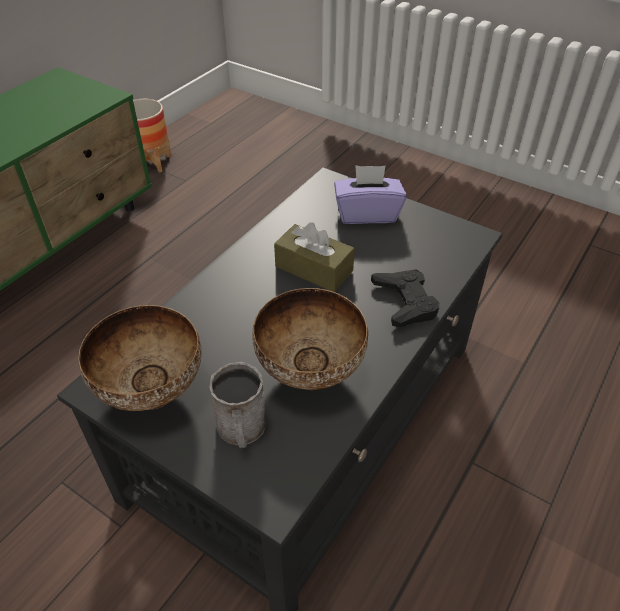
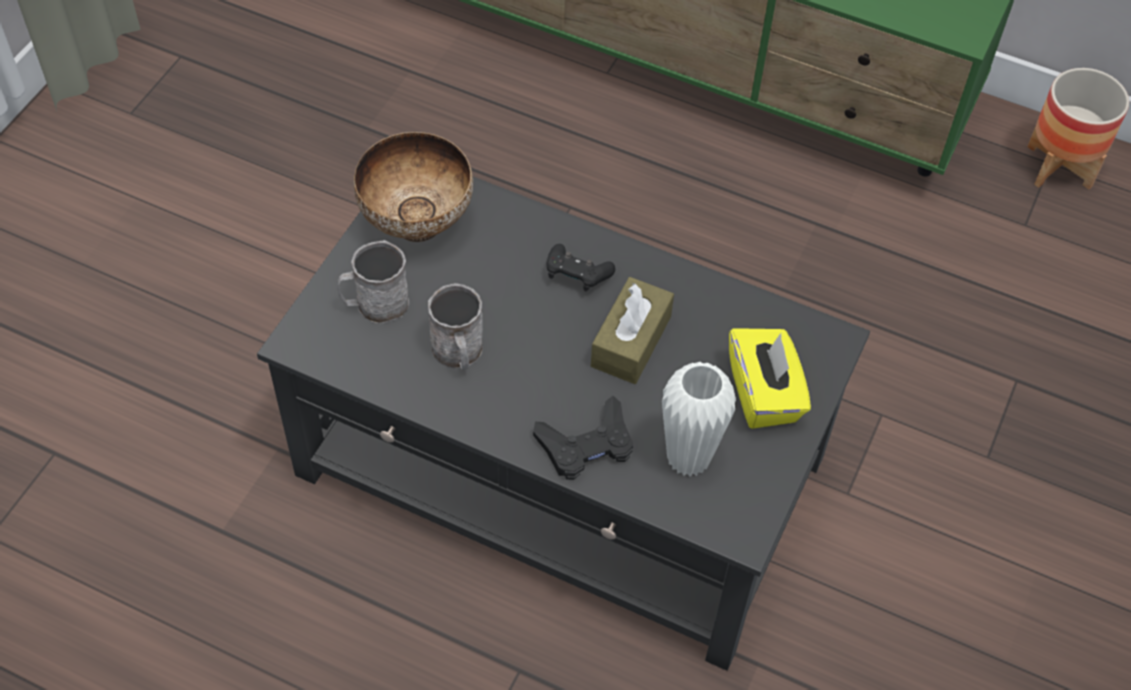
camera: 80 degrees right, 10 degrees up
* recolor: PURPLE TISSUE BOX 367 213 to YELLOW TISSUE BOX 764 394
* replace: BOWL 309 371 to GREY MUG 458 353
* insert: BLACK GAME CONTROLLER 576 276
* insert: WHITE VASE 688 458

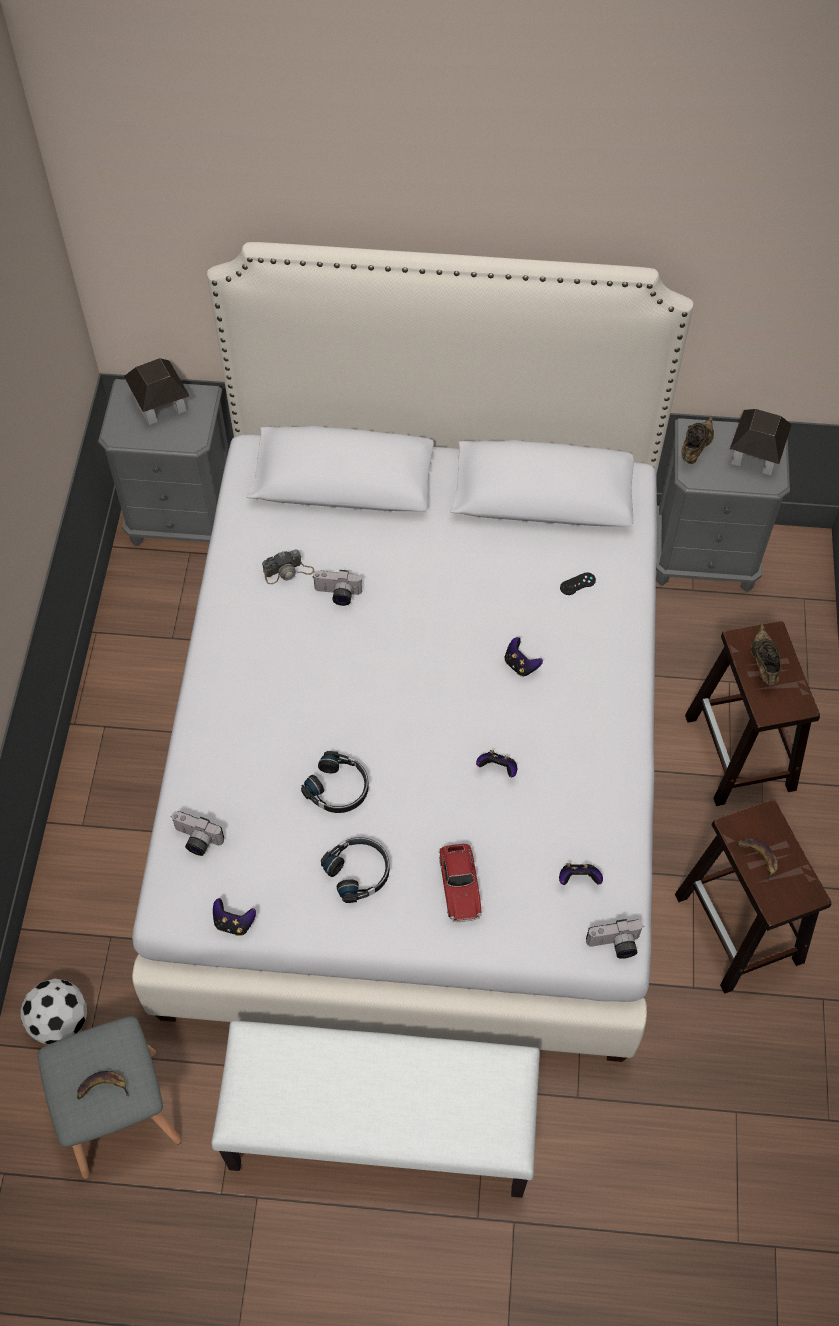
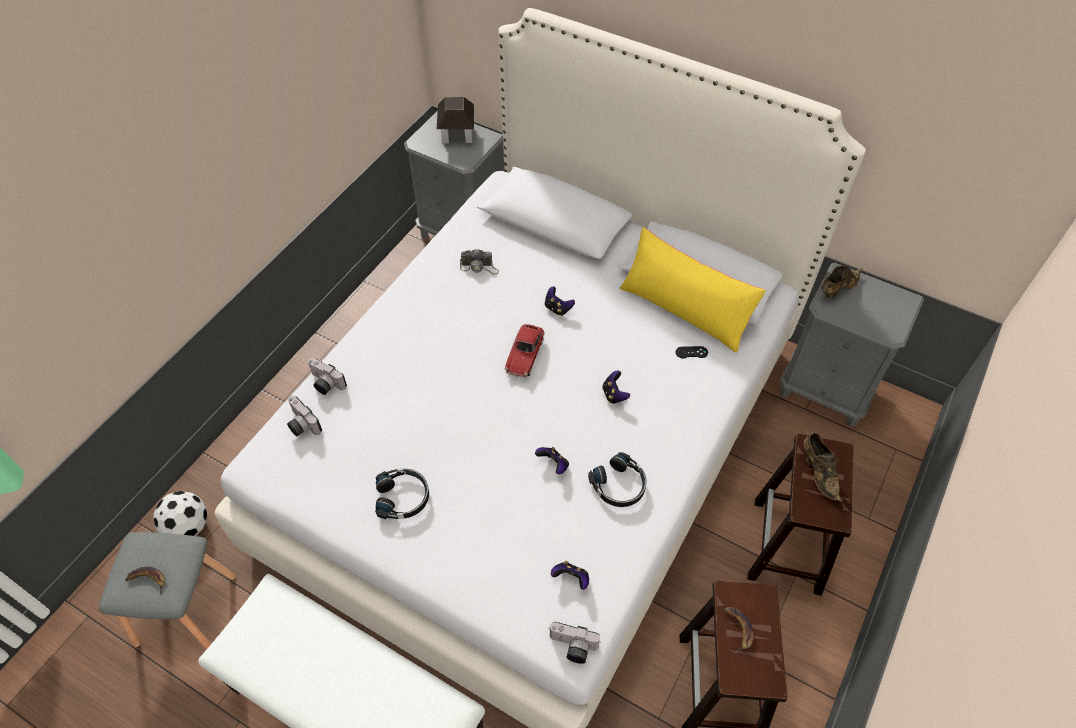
camera: 25 degrees right, 5 degrees down
* delete: TOY HOUSE 755 455
* move: PHOTO CAMERA 337 595 to 325 384
* rotate: BROWN SHOE 763 665 = 818 472 135 degrees clockwise
* move: BLACK HEADPHONES 338 788 to 619 486
* move: TOY CAR 460 886 to 524 355
* move: GAME CONTROLLER 234 923 to 557 308
* insert: YELLOW PILLOW 684 309

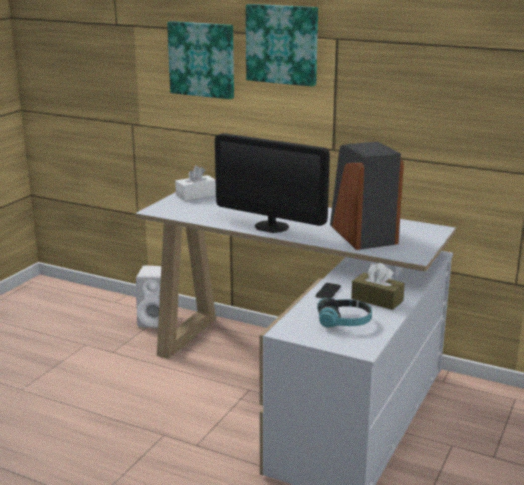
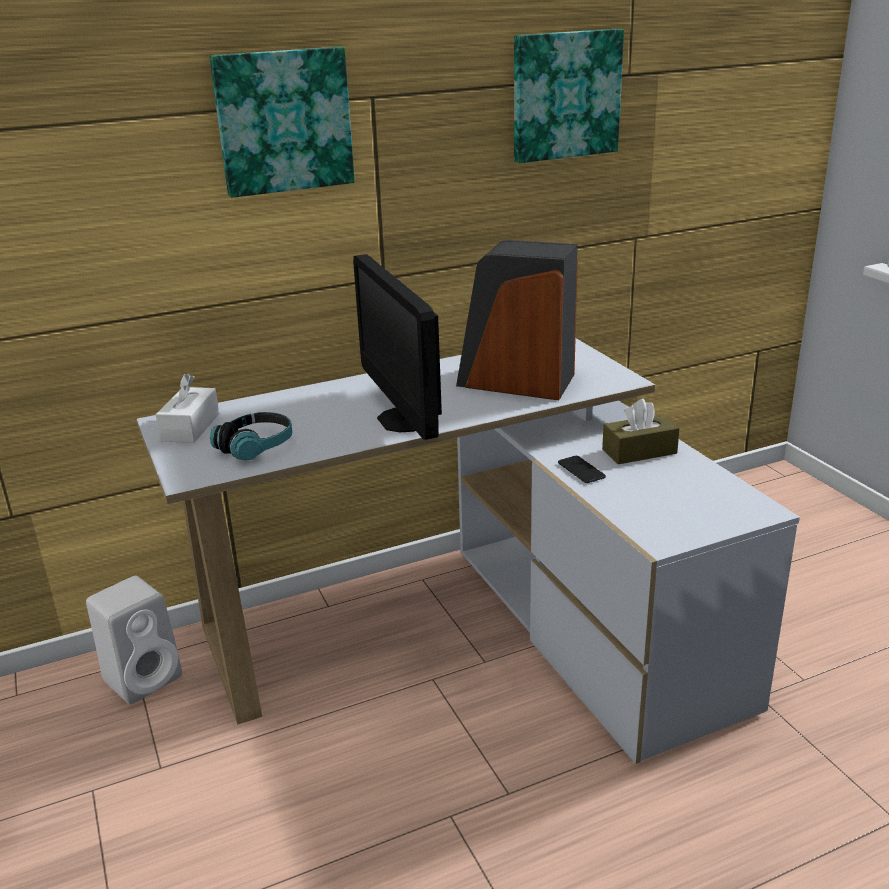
camera: 50 degrees left, 5 degrees up
* move: PICTURE 202 59 to 564 95
* rotate: MONITOR 271 226 = 404 420 90 degrees clockwise
* move: HEADPHONES 344 322 to 256 447

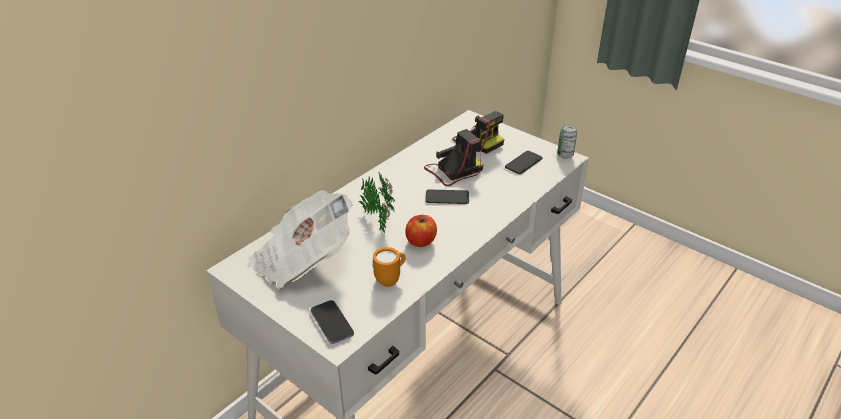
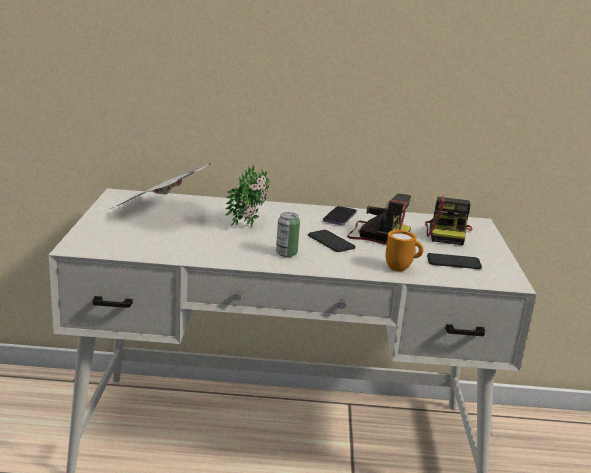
camera: 50 degrees right, 15 degrees down
* move: CAN 565 155 to 286 253
* delete: APPLE 420 241
* move: ORANGE MUG 390 279 to 402 269
* move: PHONE 332 323 to 339 217

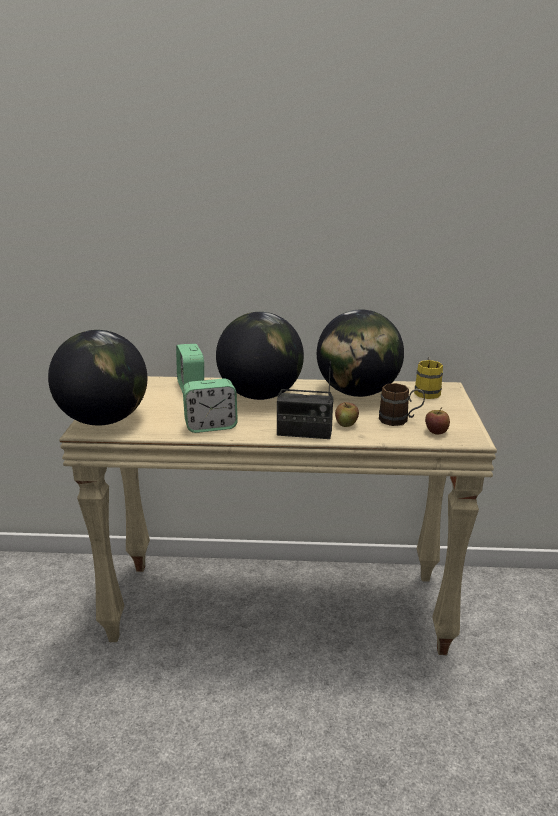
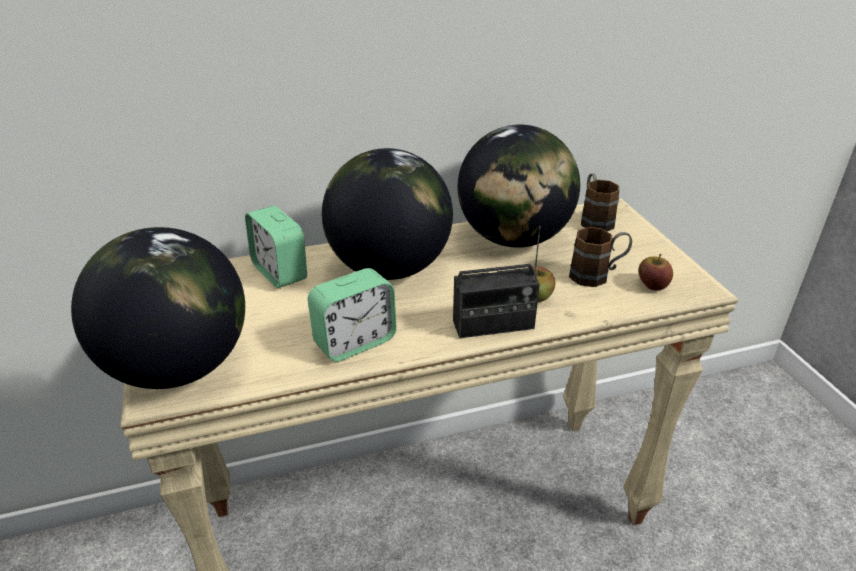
camera: 20 degrees left, 10 degrees up
* recolor: YELLOW MUG 427 391 to BROWN MUG 594 219

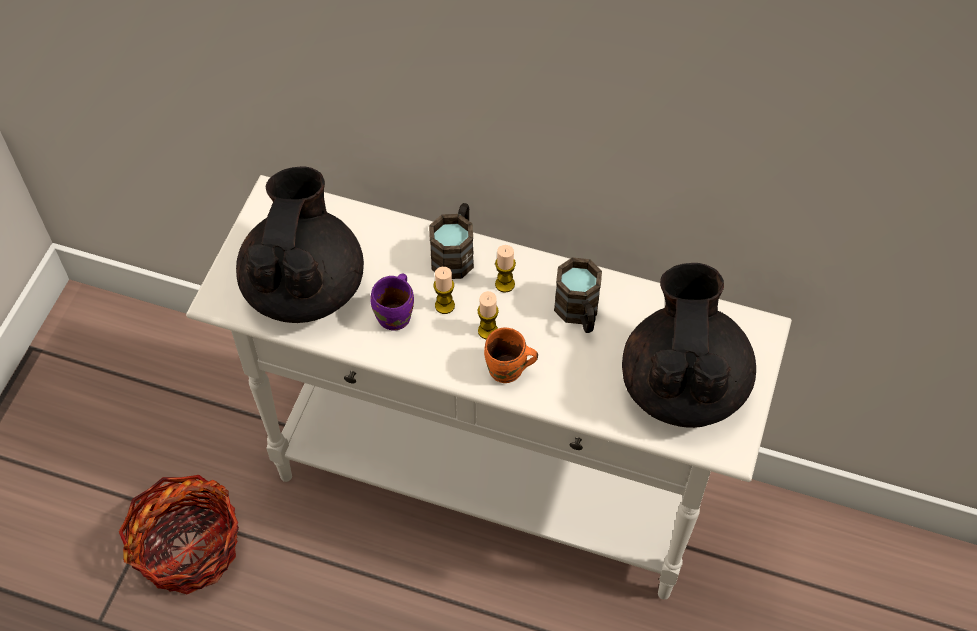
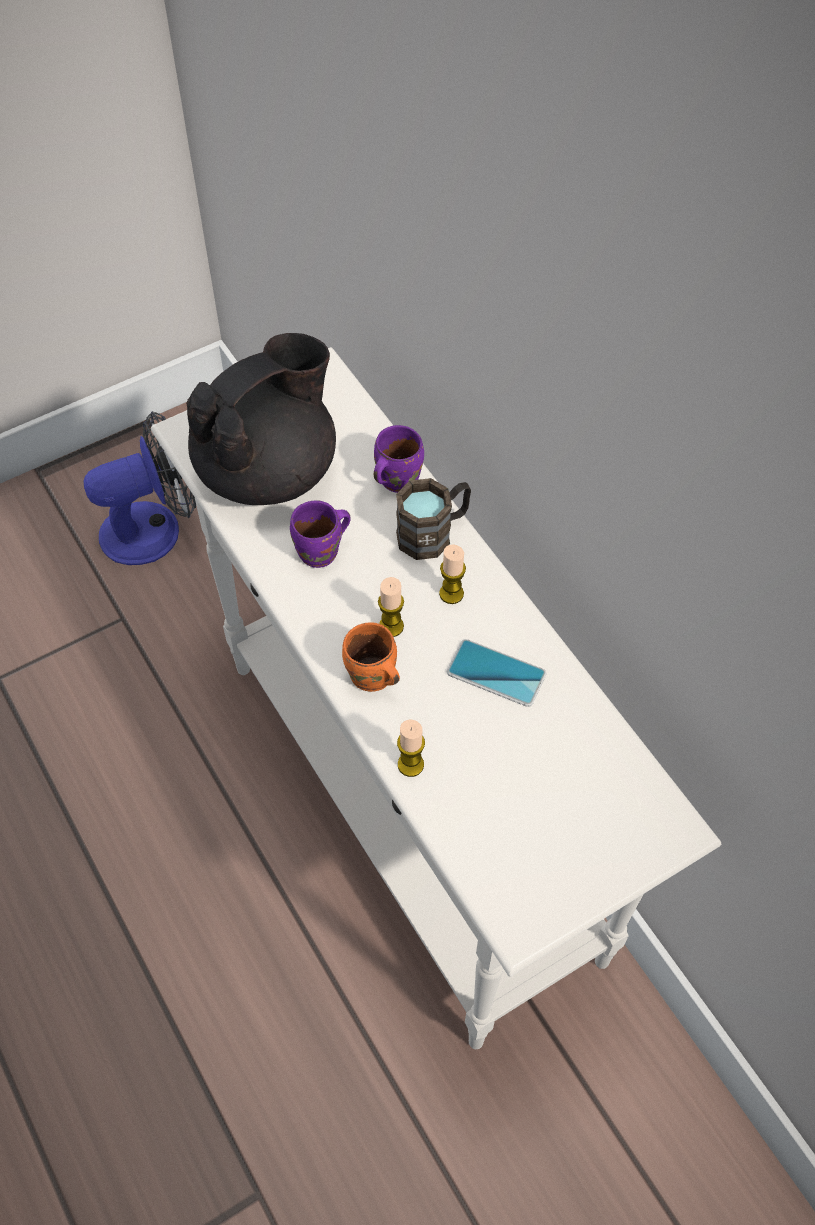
camera: 40 degrees right, 0 degrees up
* replace: BROWN MUG 579 313 to PHONE 496 673
* delete: BLACK TEAPOT 683 384
* move: CANDLE 444 305 to 410 764
* delete: BASKET 188 547
* insert: FAN 154 528
* insert: PURPLE MUG 395 479

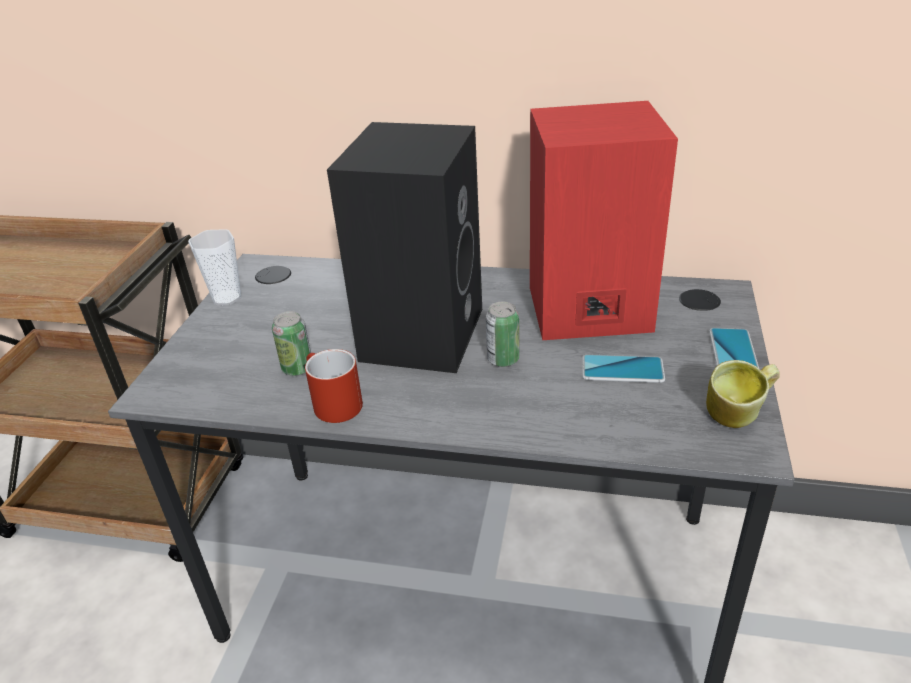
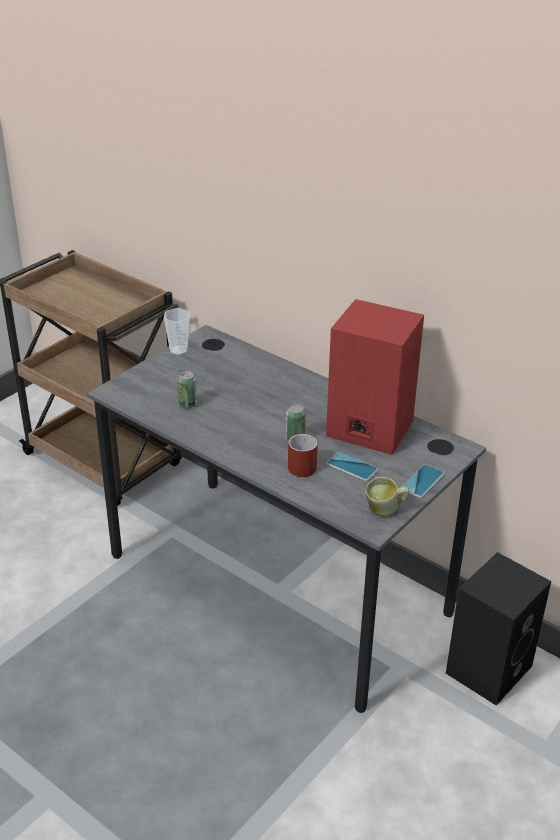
camera: 25 degrees right, 0 degrees up
* move: BLACK SPEAKER 420 332 to 488 667
* move: RED MUG 331 403 to 299 464

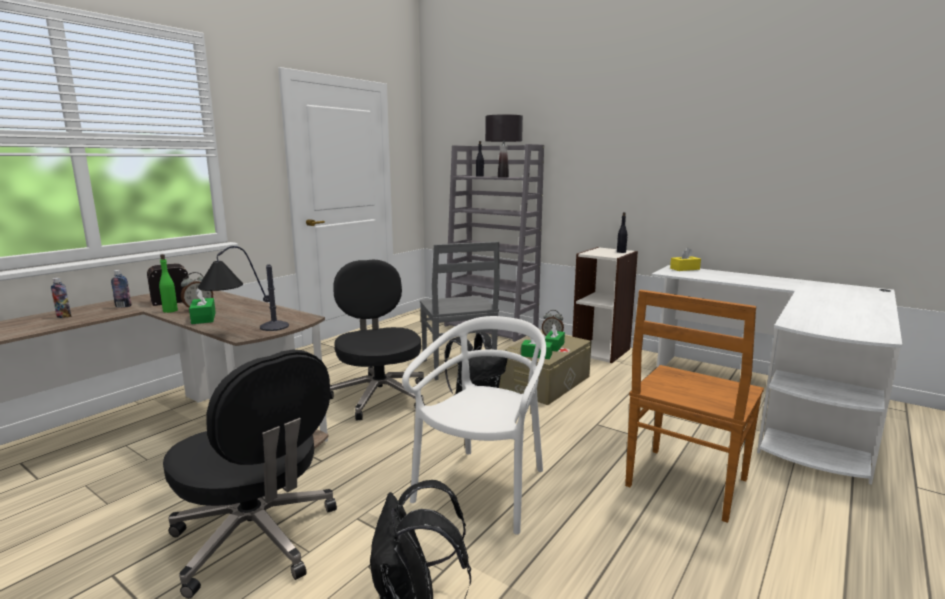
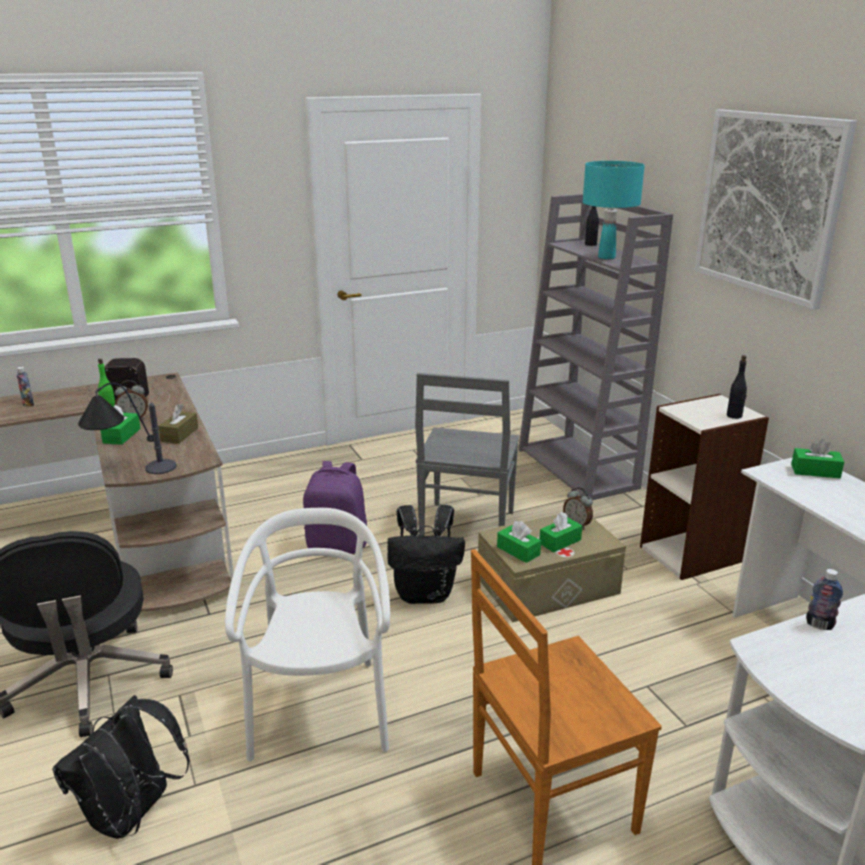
camera: 30 degrees right, 10 degrees up
* recolor: BLACK TABLE LAMP 503 177 to TURQUOISE TABLE LAMP 606 257
* recolor: YELLOW TISSUE BOX 684 269 to GREEN TISSUE BOX 815 471
* replace: BLACK OFFICE CHAIR 379 396 to PURPLE BACKPACK 337 544
* move: BOTTLE 123 306 to 819 625
* rotate: WHITE CHAIR 483 488 = 320 710 60 degrees counterclockwise
* insert: PICTURE 768 204
* insert: BROWN TISSUE BOX 179 434

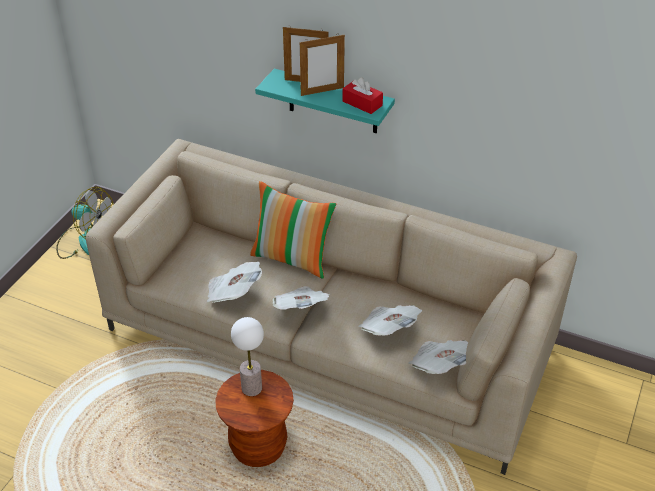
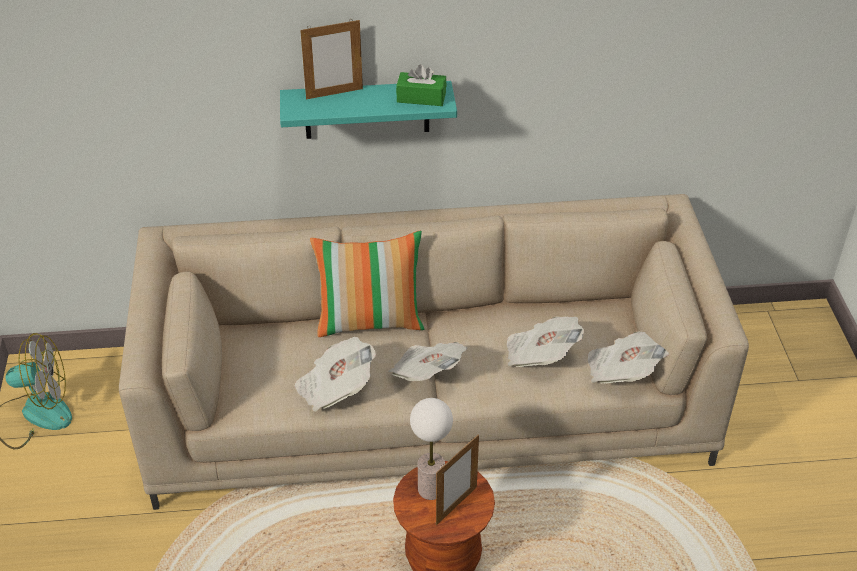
camera: 30 degrees left, 0 degrees up
* move: PICTURE FRAME 322 91 to 456 505
* recolor: RED TISSUE BOX 362 103 to GREEN TISSUE BOX 421 97

